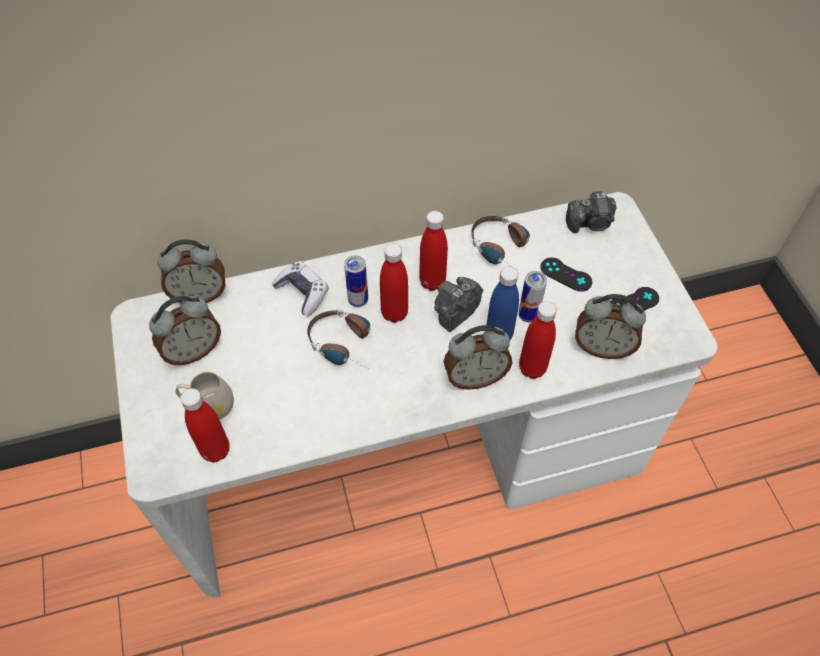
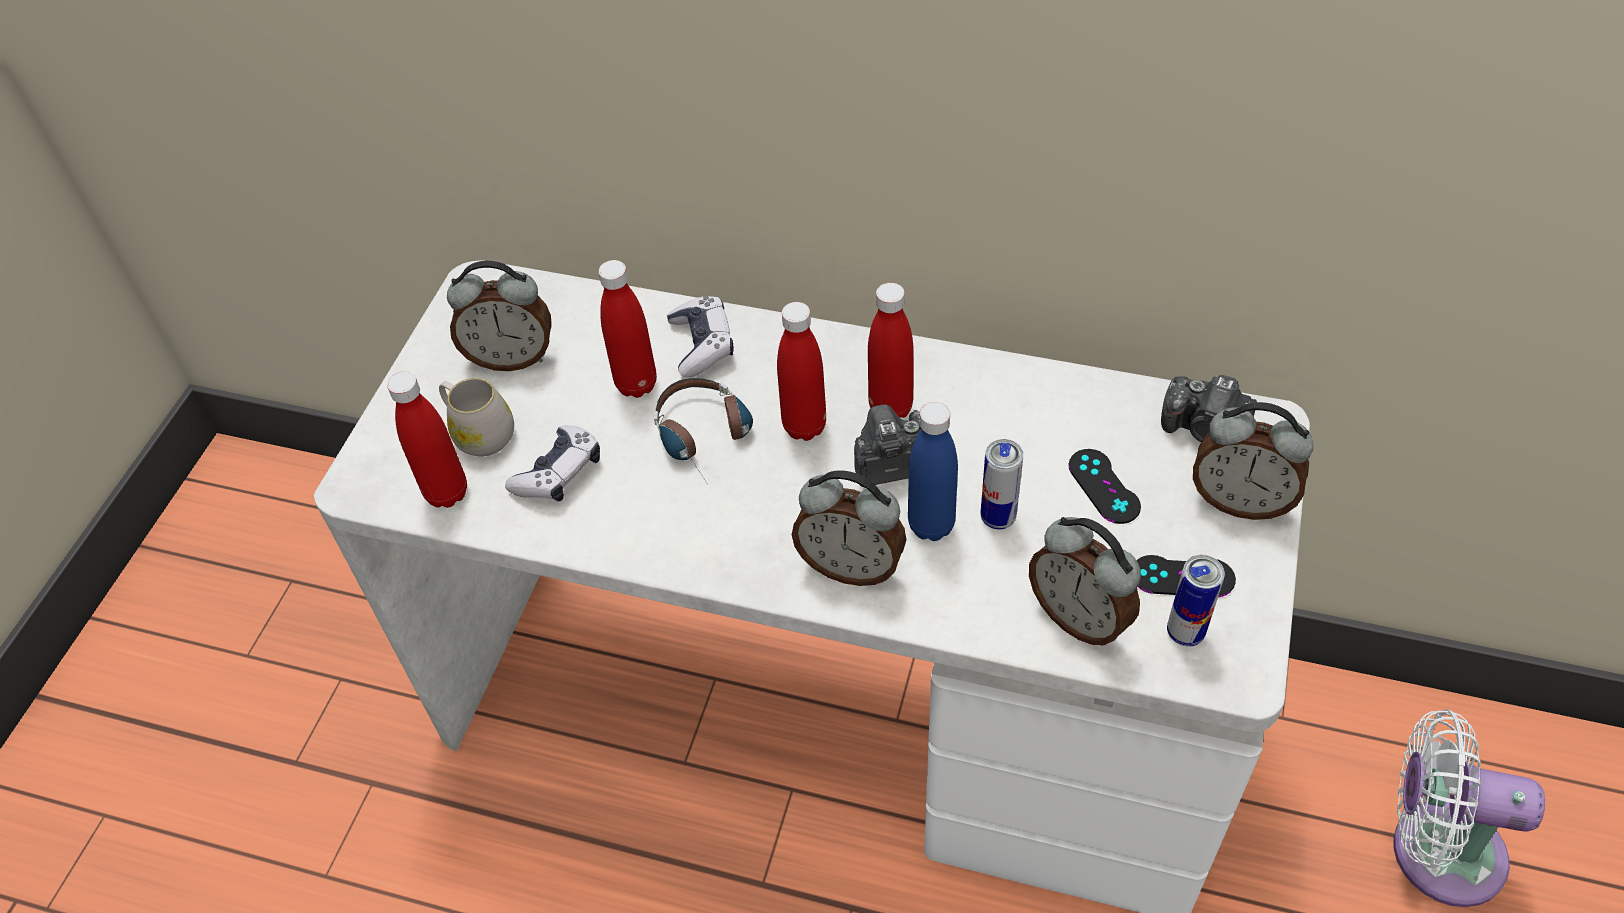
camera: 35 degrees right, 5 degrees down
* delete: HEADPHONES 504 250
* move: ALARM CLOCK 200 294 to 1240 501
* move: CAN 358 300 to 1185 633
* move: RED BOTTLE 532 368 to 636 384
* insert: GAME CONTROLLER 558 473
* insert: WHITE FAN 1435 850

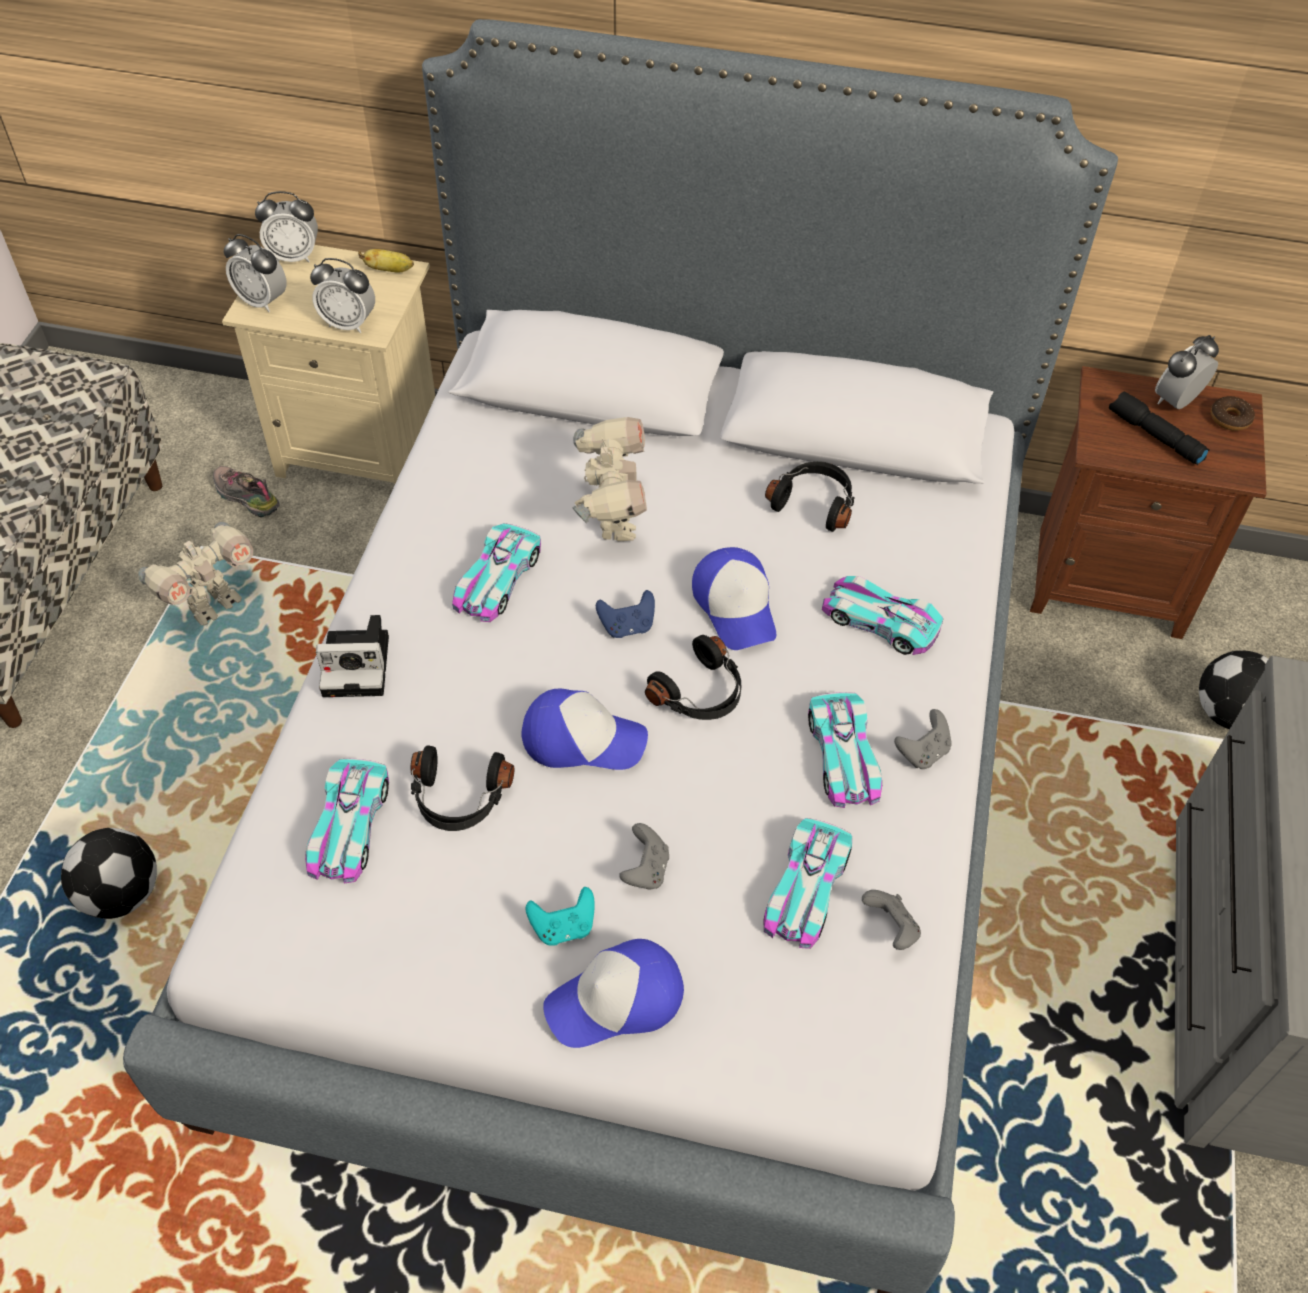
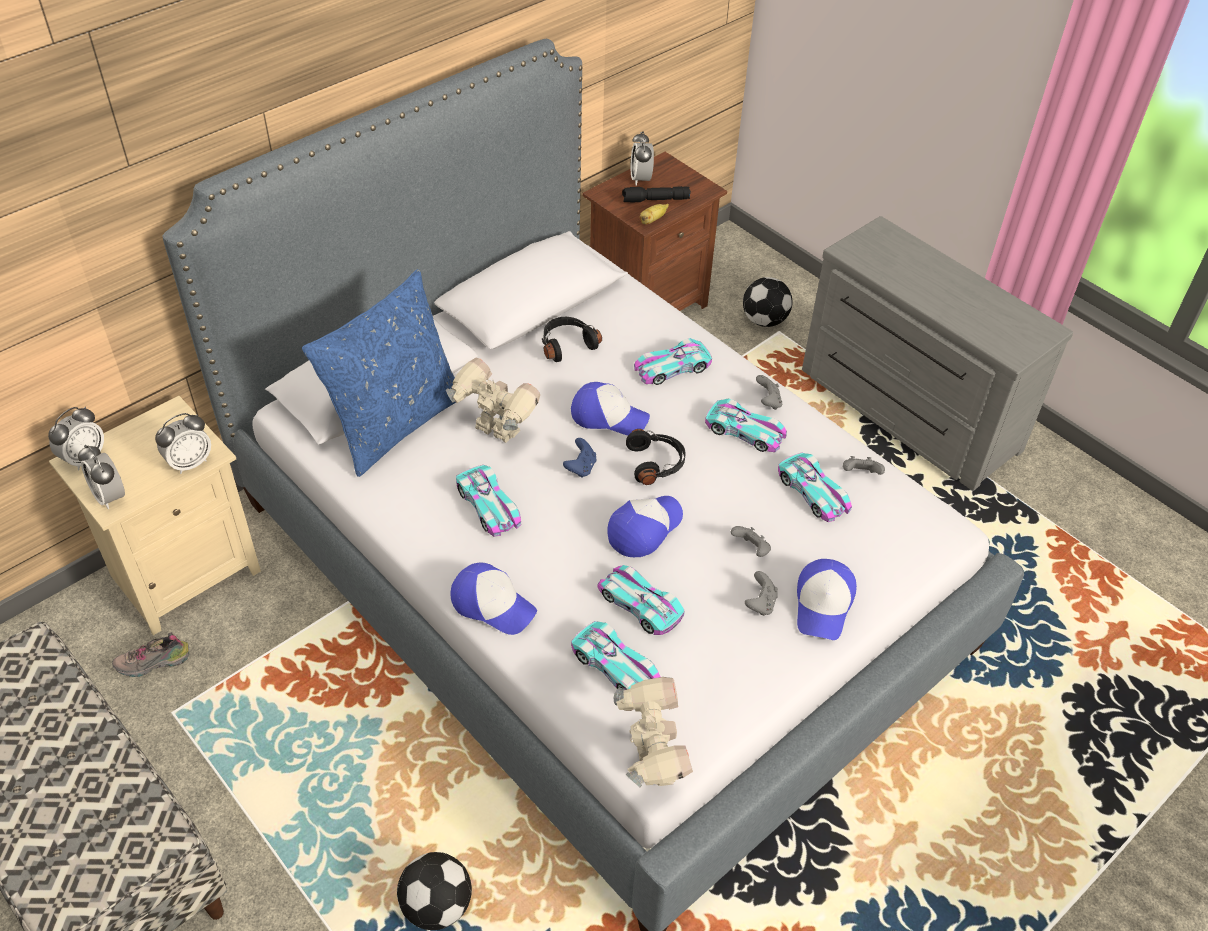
camera: 55 degrees left, 5 degrees down
* rotate: ALARM CLOCK 262 301 = 110 496 75 degrees clockwise
* move: BANANA 390 270 to 652 220
* delete: DONUT 1230 418
* move: TOY ROBOT 212 604 to 650 765
* replace: PHOTO CAMERA 359 664 to CAP 493 604
* replace: BLACK HEADPHONES 459 799 to TOY CAR 639 604
* recolor: TURQUOISE GAME CONTROLLER 563 927 to GREY GAME CONTROLLER 760 603
* insert: BLUE PILLOW 395 423

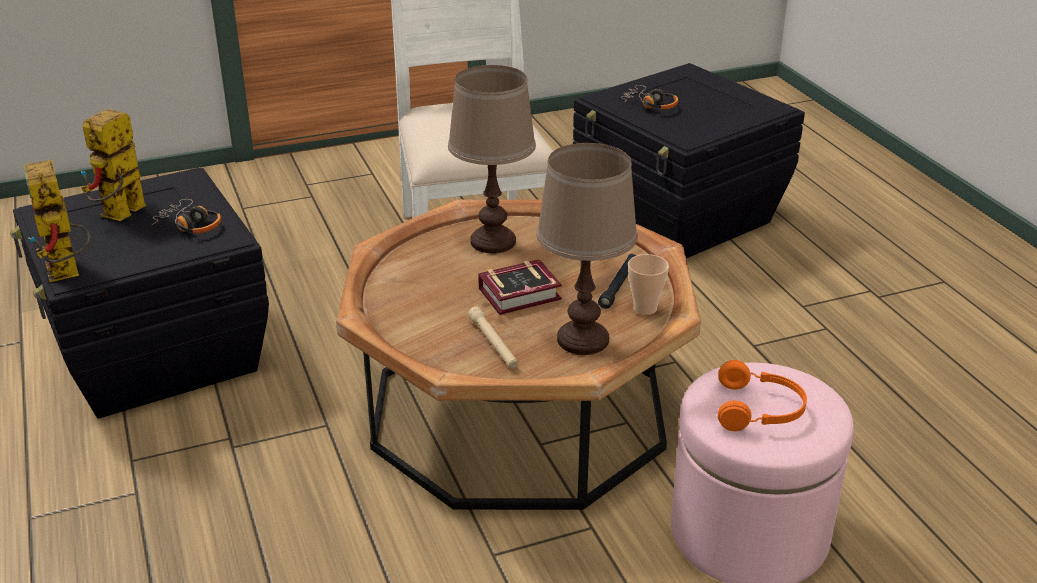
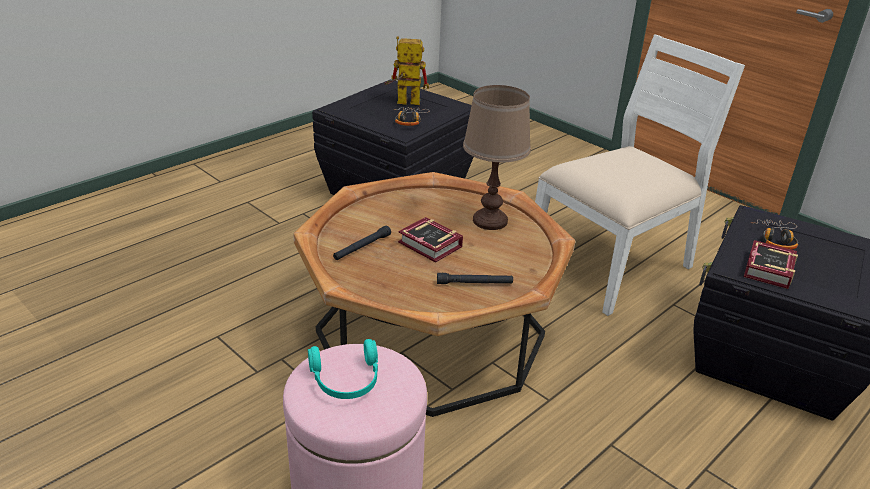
camera: 65 degrees right, 0 degrees up
* delete: BROWN TABLE LAMP 582 340
* delete: TOY ROBOT 69 273
* delete: CUP 645 308
* recolor: BEIGE FLASHLIGHT 493 344 to BLACK FLASHLIGHT 362 247
* recolor: ORANGE HEADPHONES 760 410 to TURQUOISE HEADPHONES 346 380
* insert: BOOK 766 270

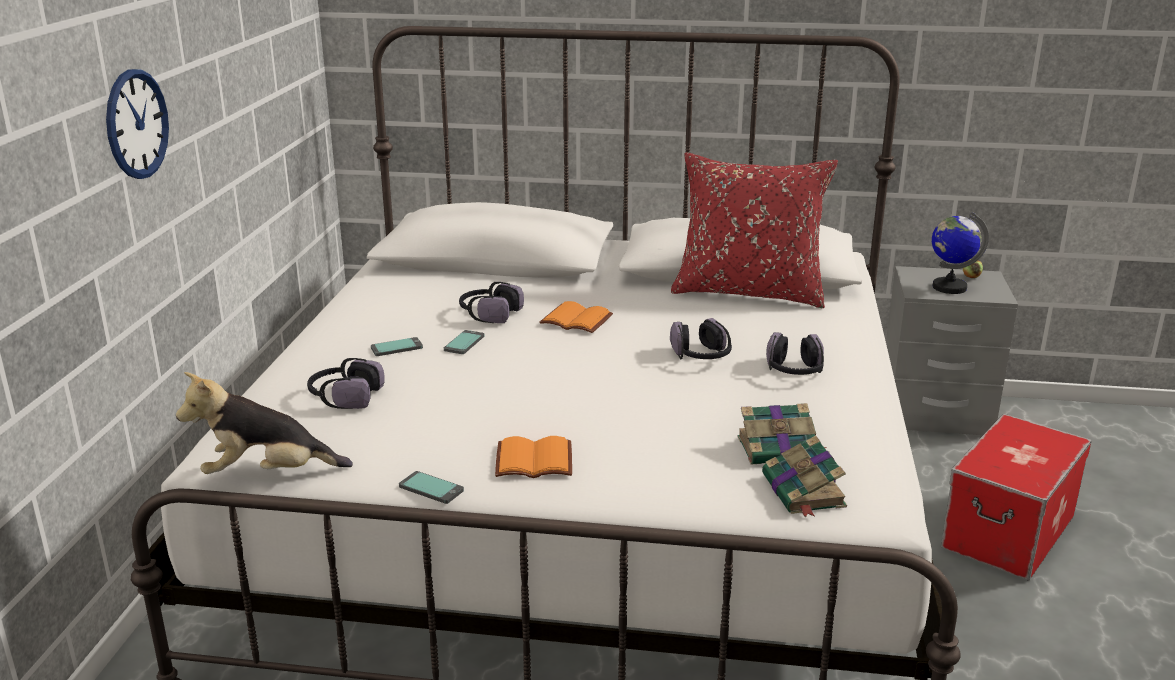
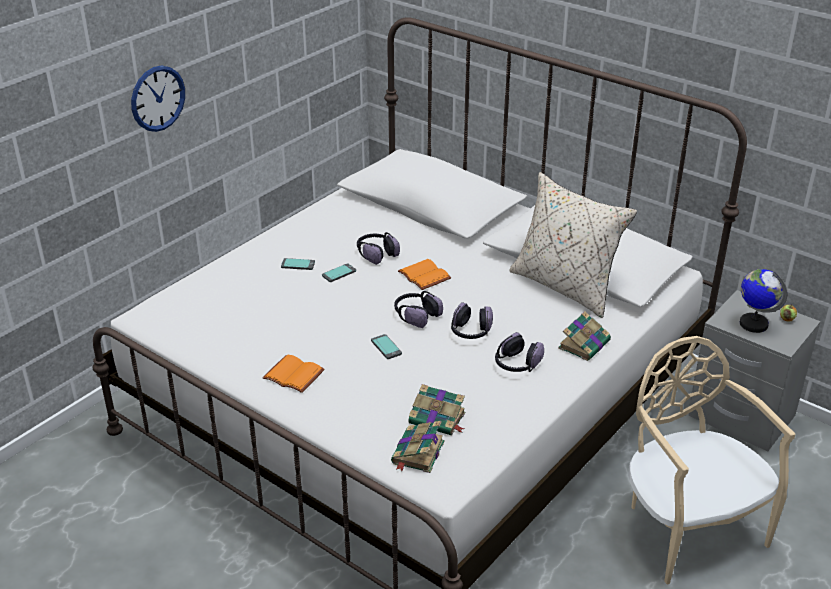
camera: 30 degrees right, 10 degrees up
* recolor: RED PILLOW 748 292 to BEIGE PILLOW 566 287
* move: HEADPHONES 344 397 to 416 315
* delete: PLUSH TOY 267 474
* replace: STORAGE BOX 1007 531 to BEIGE CHAIR 688 528
* move: PHONE 431 488 to 386 347
* insert: BOOK 585 344

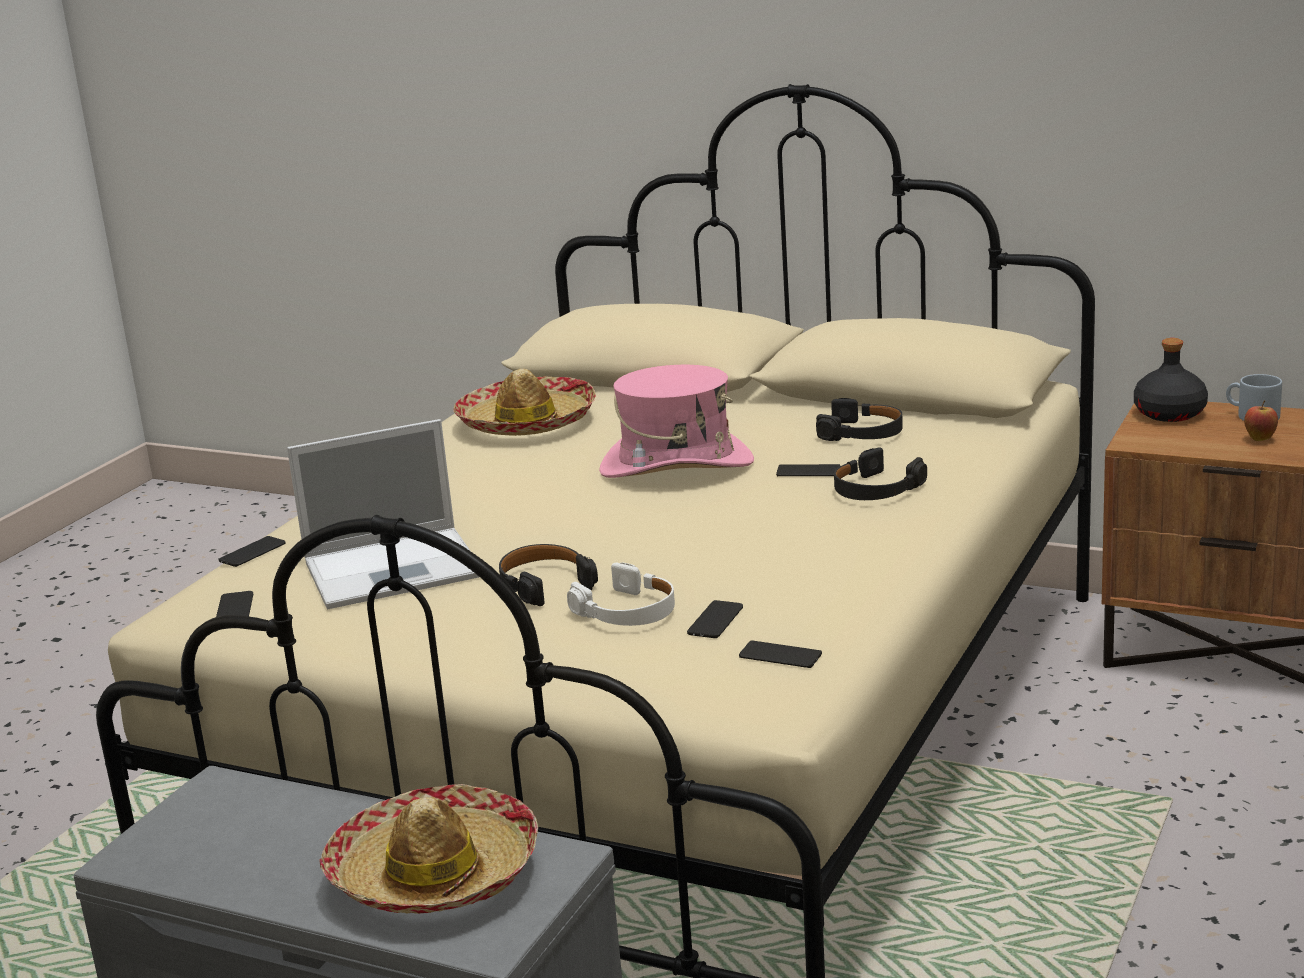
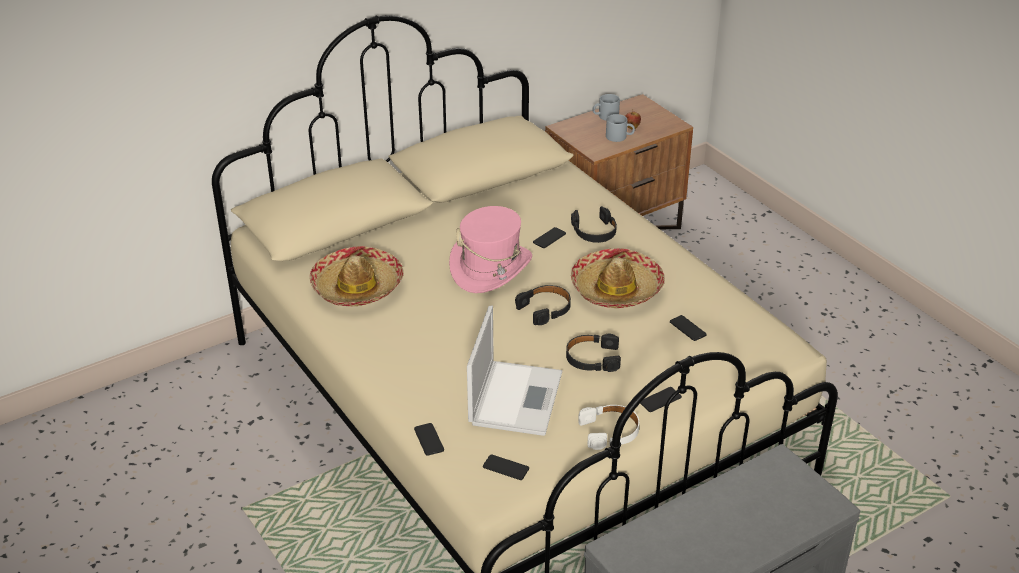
camera: 60 degrees left, 15 degrees up
* delete: BLACK BOTTLE 1169 414
* move: BLACK HEADPHONES 862 433 to 545 309
* move: WHITE HEADPHONES 628 611 to 610 432
* move: PHONE 780 655 to 660 400
* move: HAT 435 873 to 616 288
* insert: GREY MUG 619 137

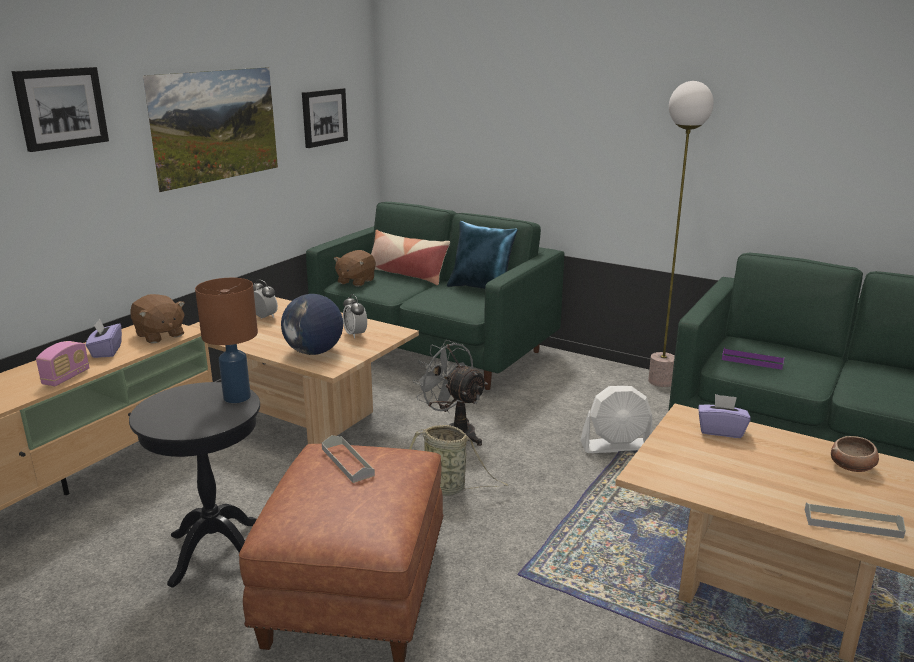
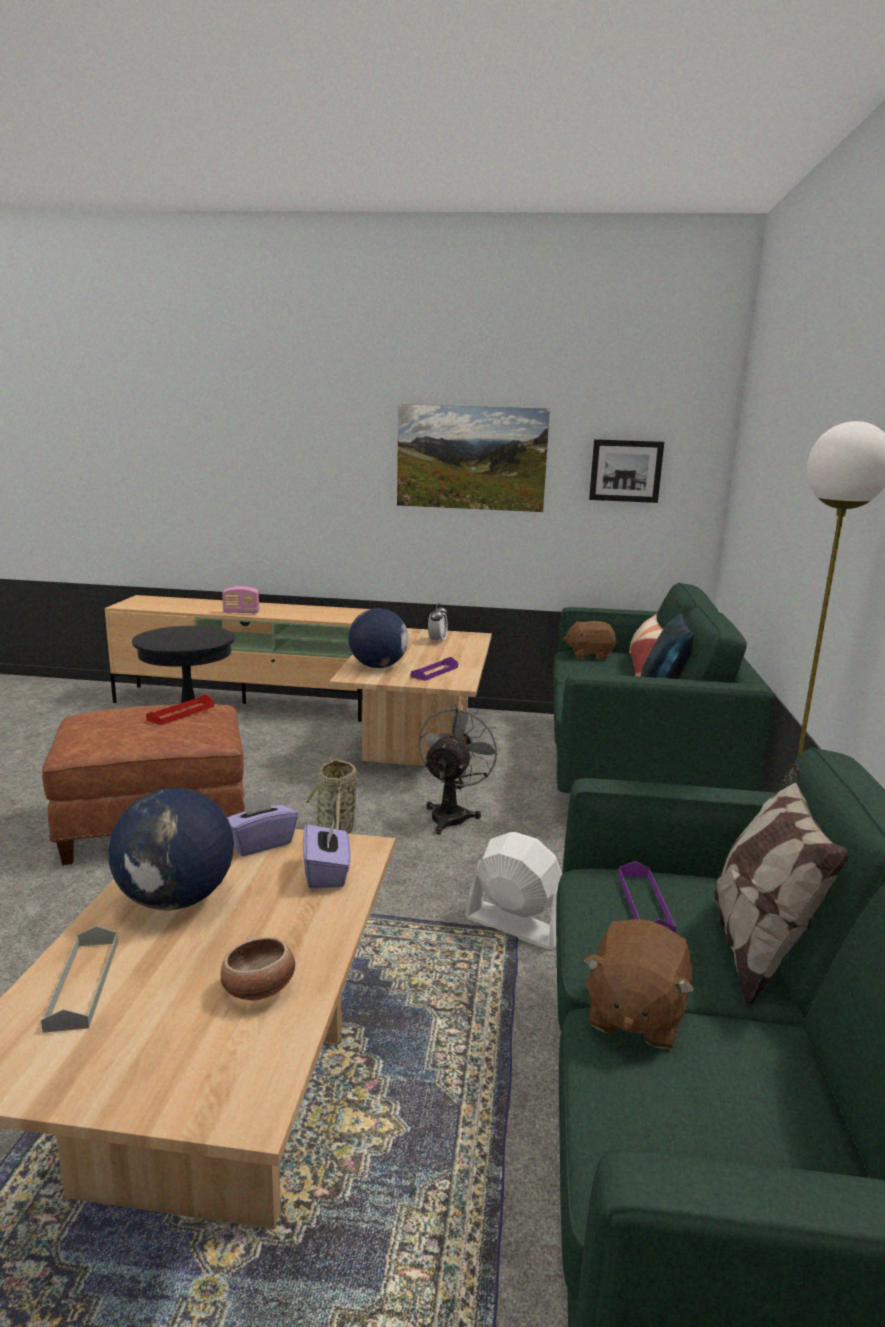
camera: 65 degrees right, 5 degrees down
* delete: PICTURE 61 108
* delete: BROWN TABLE LAMP 236 397
* move: BROWN PLUSH TOY 159 335 to 634 1014
* replace: ALARM CLOCK 355 334 to PURPLE TRAY 434 672
* move: PURPLE TISSUE BOX 106 351 to 260 843
* rotate: WHITE FAN 616 446 = 514 925 150 degrees clockwise
* recolor: GREY TRAY 347 462 to RED TRAY 181 713
* insert: PILLOW 757 949
* insert: GLOBE 176 900

